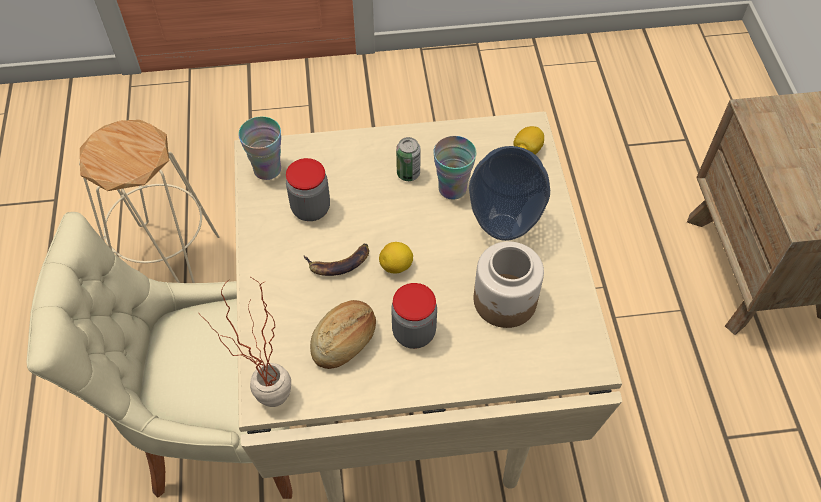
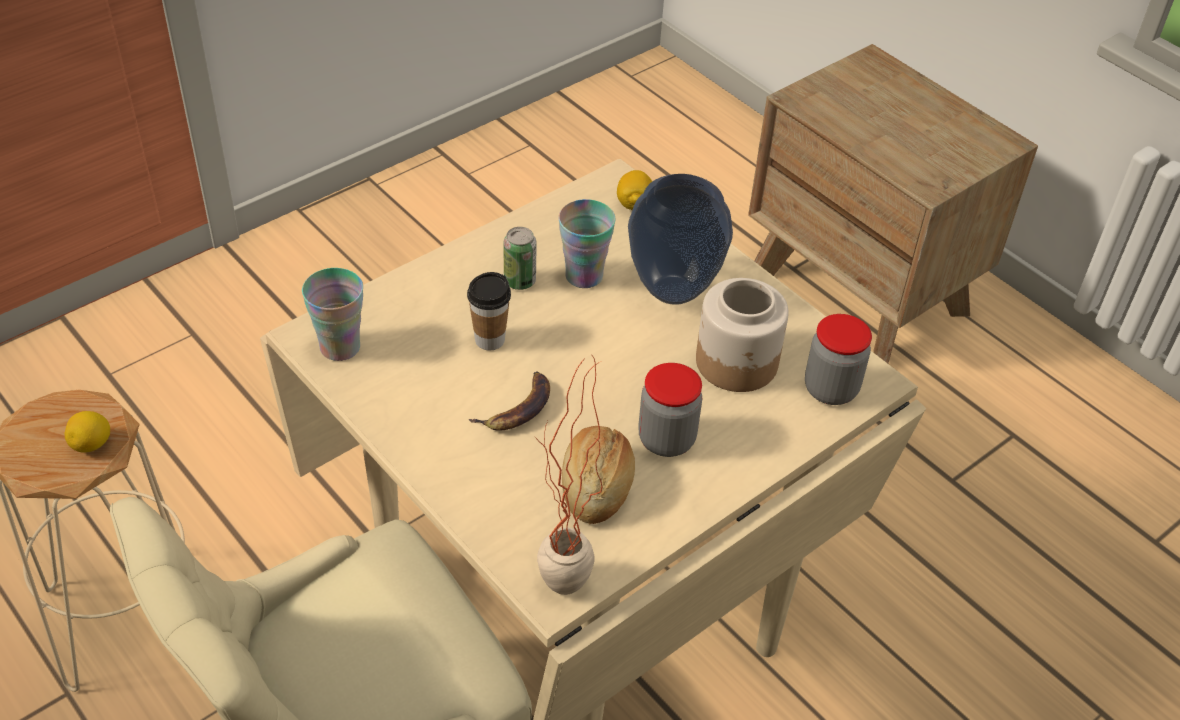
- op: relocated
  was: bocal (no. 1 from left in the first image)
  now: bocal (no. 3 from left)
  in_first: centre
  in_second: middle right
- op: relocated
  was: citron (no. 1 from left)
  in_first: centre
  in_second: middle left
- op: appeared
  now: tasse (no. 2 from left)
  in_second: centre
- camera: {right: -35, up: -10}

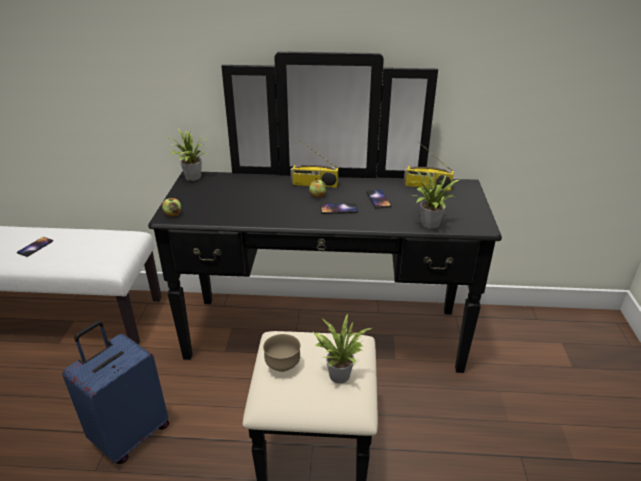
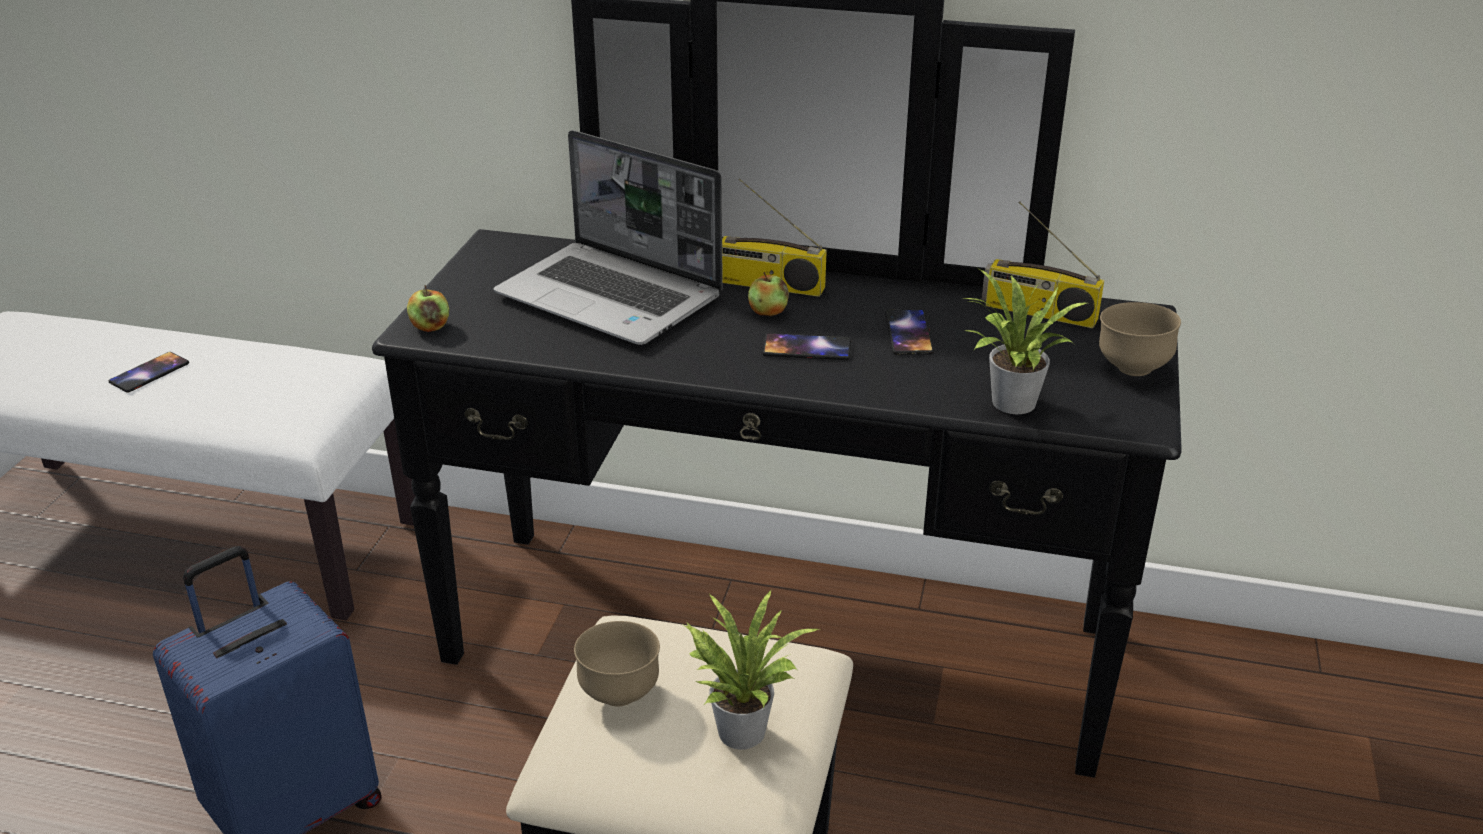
- op: missing
  was: plante en pot (no. 1 from left)
  in_first: top left
- op: appeared
  now: ordinateur portable
  in_second: top centre
- op: appeared
  now: bol [marron] (no. 2 from left)
  in_second: middle right
- camera: {right: 10, up: 0}

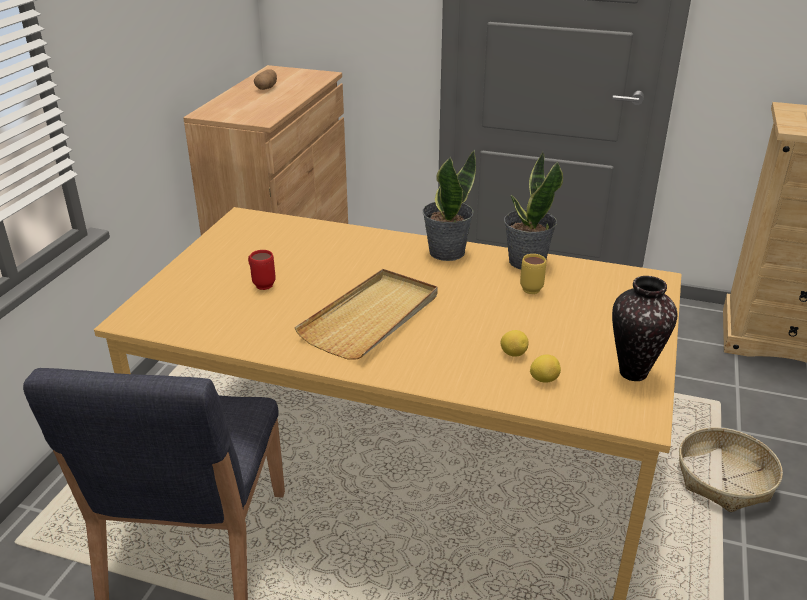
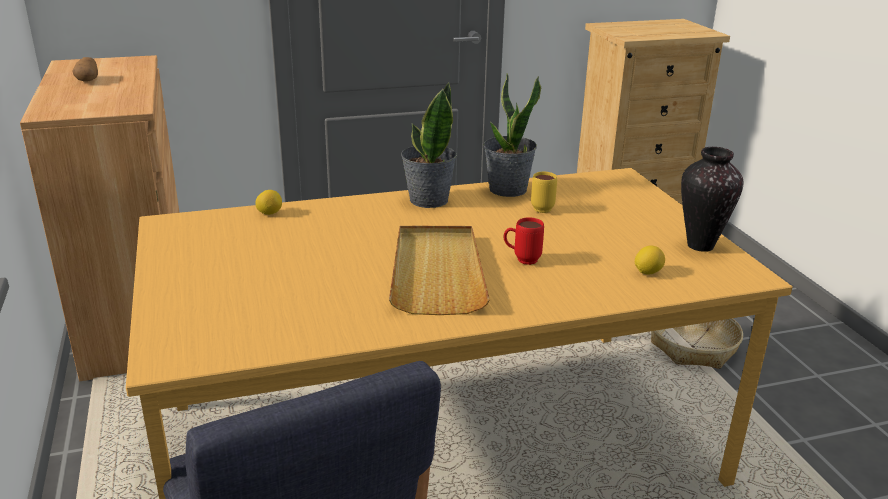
- op: relocated
  was: mug [rouge]
  in_first: middle left
  in_second: centre
- op: relocated
  was: citron (no. 1 from left)
  in_first: centre
  in_second: middle left
- camera: {right: -35, up: -5}

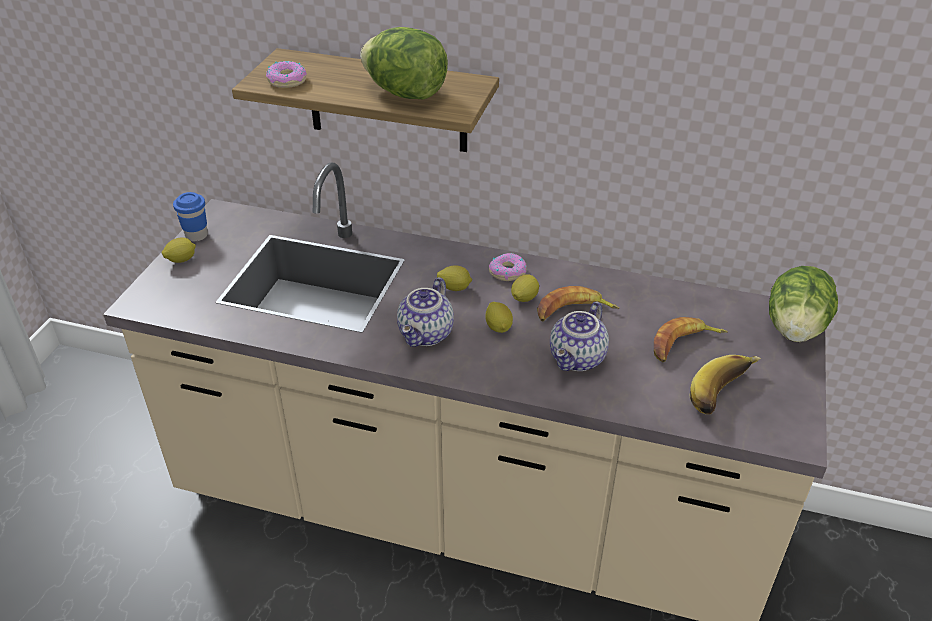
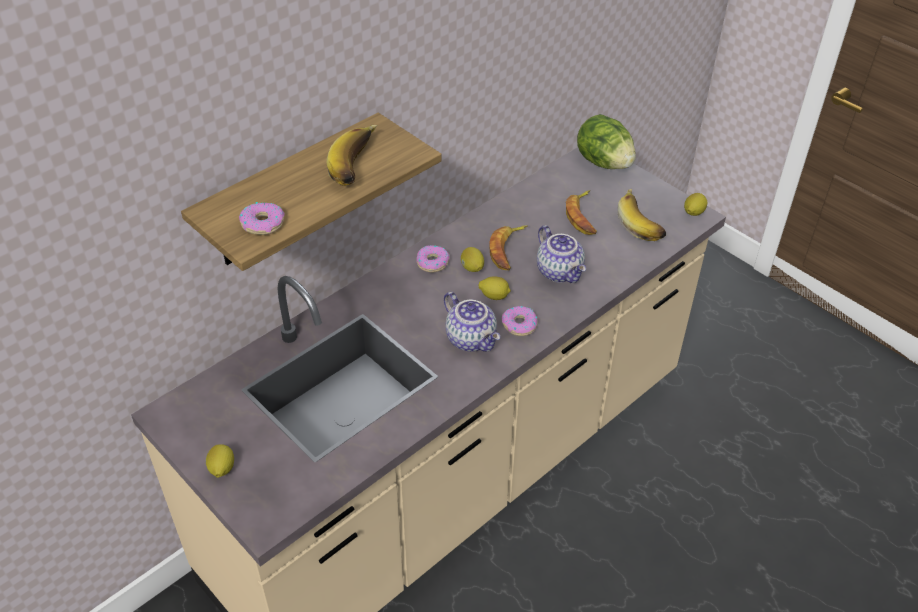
- op: missing
  was: tasse [bleu]
  in_first: middle left
- op: exchanged
  was: laitue (no. 1 from left)
  now: banane (no. 1 from left)
  in_first: top centre
  in_second: top centre
- op: relocated
  was: citron (no. 2 from left in the first image)
  now: citron (no. 4 from left)
  in_first: centre
  in_second: middle right
- op: appeared
  now: beignet (no. 3 from left)
  in_second: centre
- camera: {right: -60, up: 5}

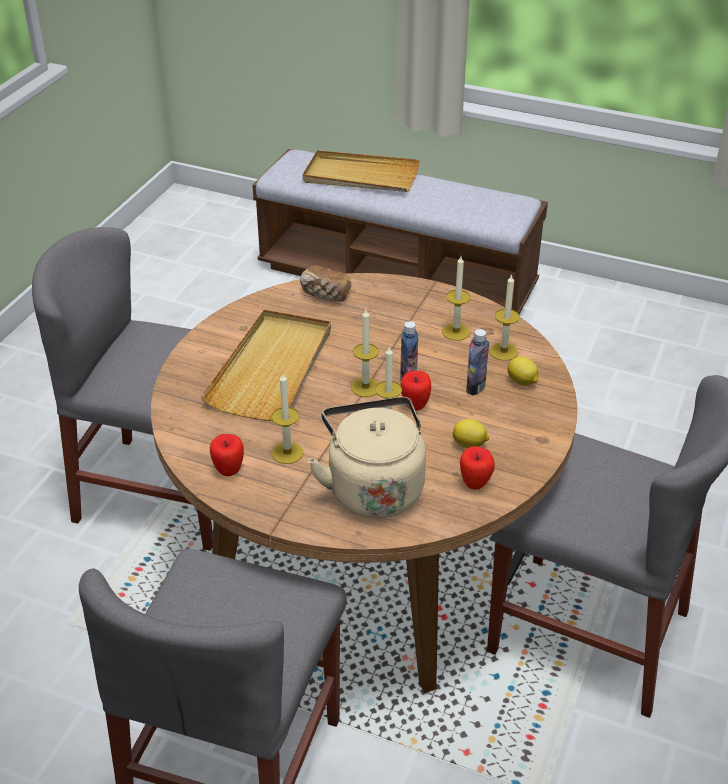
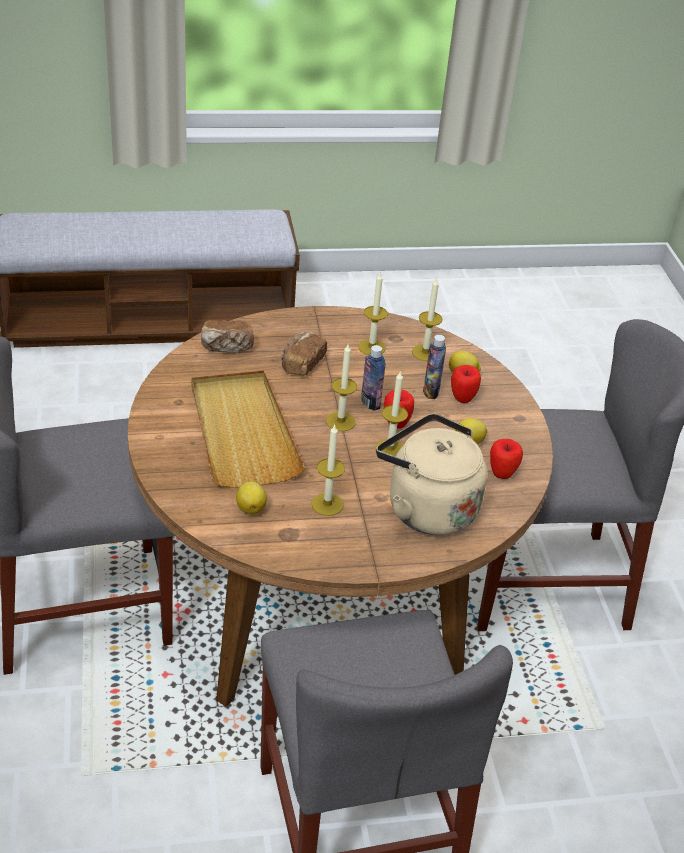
- op: relocated
  was: pomme (no. 1 from left in the first image)
  now: pomme (no. 2 from left)
  in_first: middle left
  in_second: middle right
- op: missing
  was: plateau [beige] (no. 2 from left)
  in_first: top centre
- op: appeared
  now: citron (no. 1 from left)
  in_second: centre
- op: appeared
  now: pain (no. 2 from left)
  in_second: centre
- camera: {right: -35, up: 0}

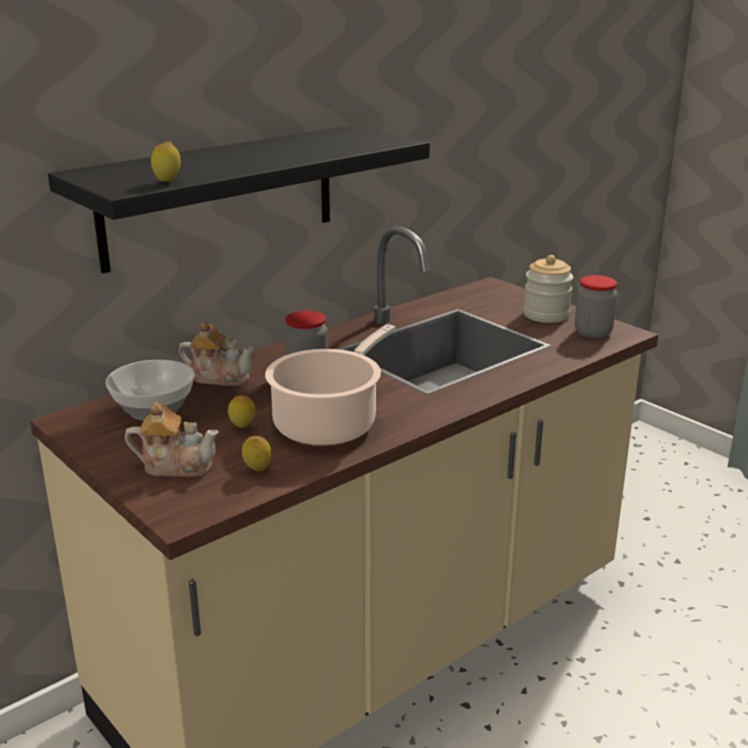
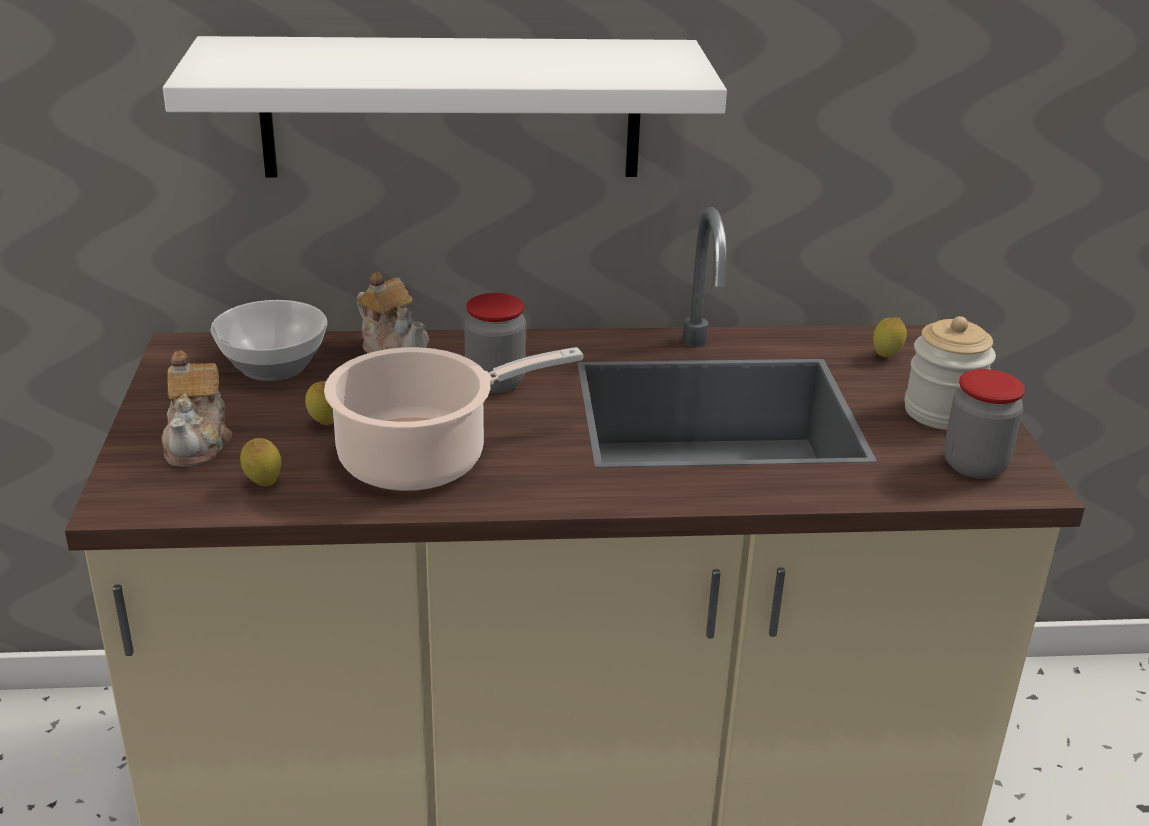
- op: colour
  was: étagère [noir]
  now: étagère [blanc]
  in_first: top left
  in_second: top centre
- op: spun
  was: théière (no. 1 from left)
  in_first: middle left
  in_second: middle left
  clockwise: 45
- op: relocated
  was: citron (no. 1 from left in the first image)
  now: citron (no. 3 from left)
  in_first: top left
  in_second: middle right
- camera: {right: 35, up: 5}

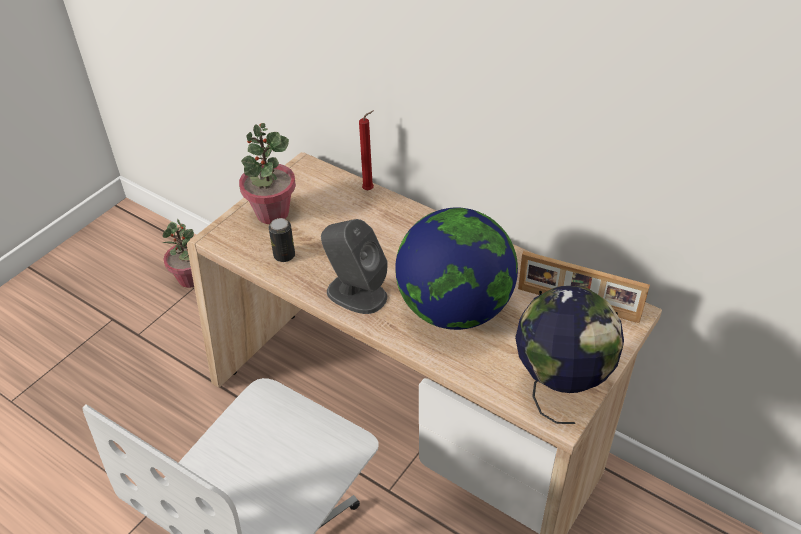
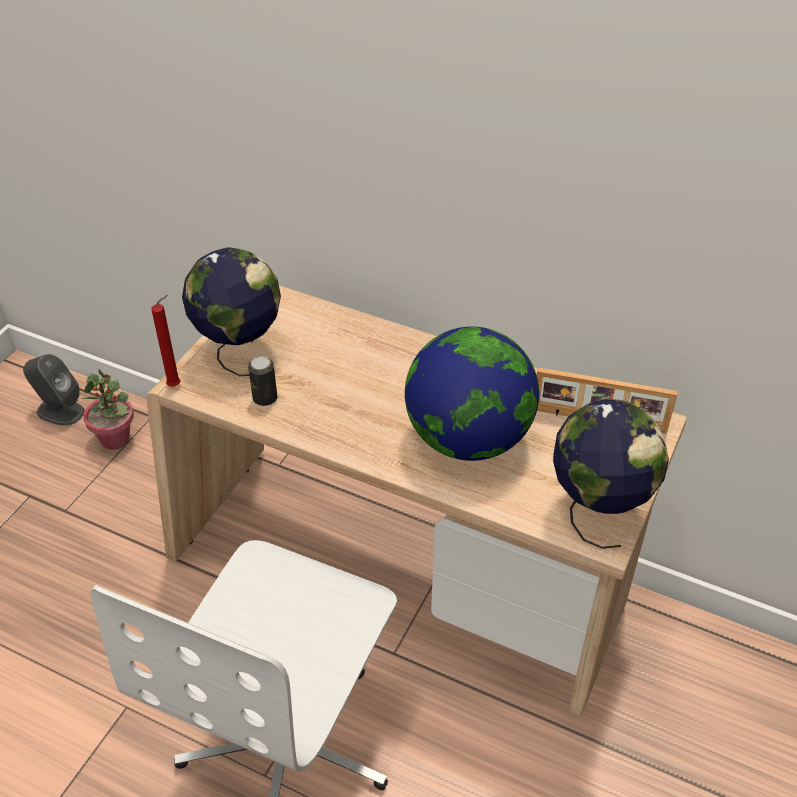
- op: exchanged
  was: plante en pot (no. 2 from left)
  now: globe (no. 1 from left)
  in_first: top centre
  in_second: middle left
- op: relocated
  was: enceinte [gris]
  in_first: centre
  in_second: middle left
- op: relocated
  was: bougie [rouge]
  in_first: top centre
  in_second: middle left
- camera: {right: -10, up: 0}

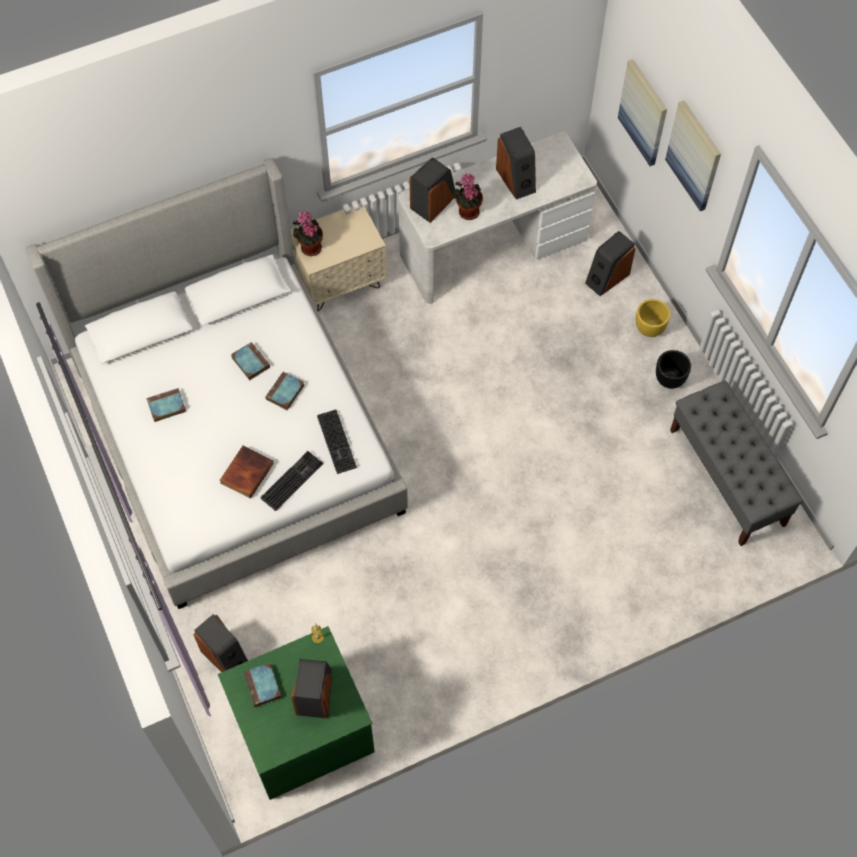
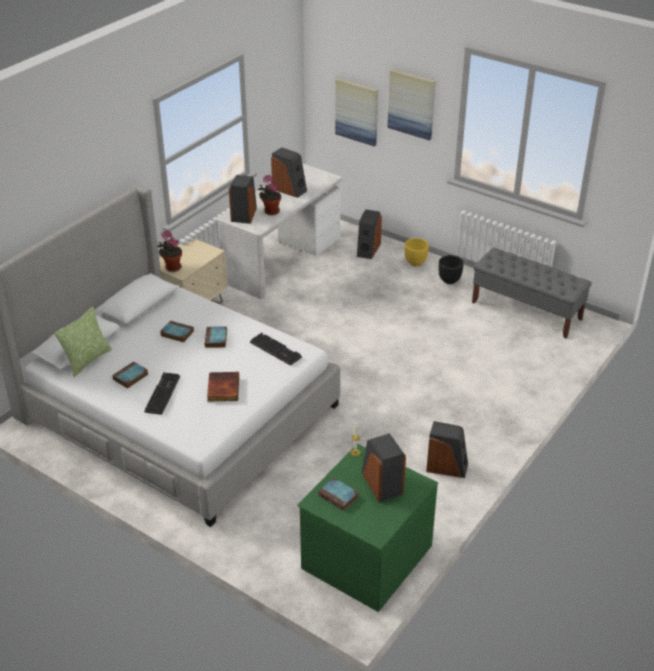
- op: relocated
  was: enceinte (no. 1 from left in the first image)
  now: enceinte (no. 5 from left)
  in_first: bottom left
  in_second: bottom right
- op: relocated
  was: clavier (no. 1 from left)
  in_first: centre
  in_second: middle left
- op: appeared
  now: coussin
  in_second: middle left
- camera: {right: -30, up: -25}

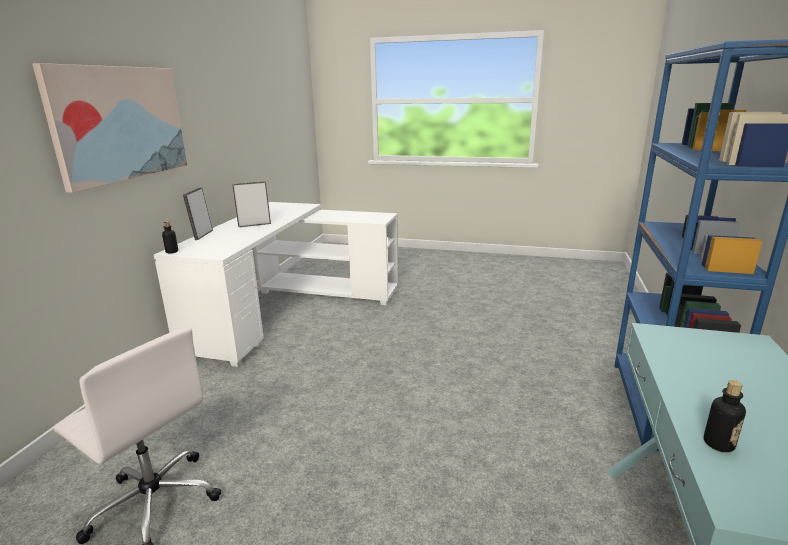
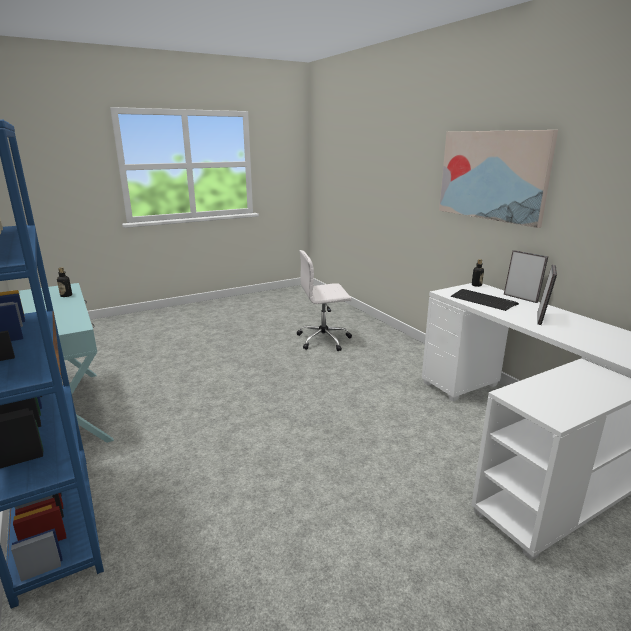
- op: appeared
  now: clavier
  in_second: middle right
- camera: {right: 135, up: 0}

